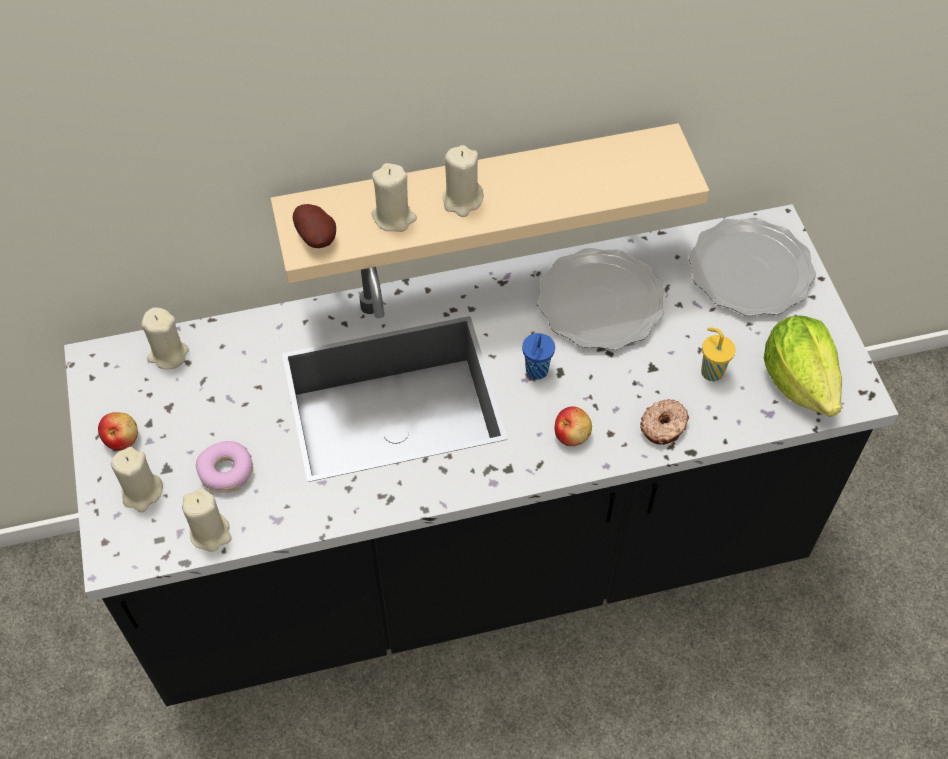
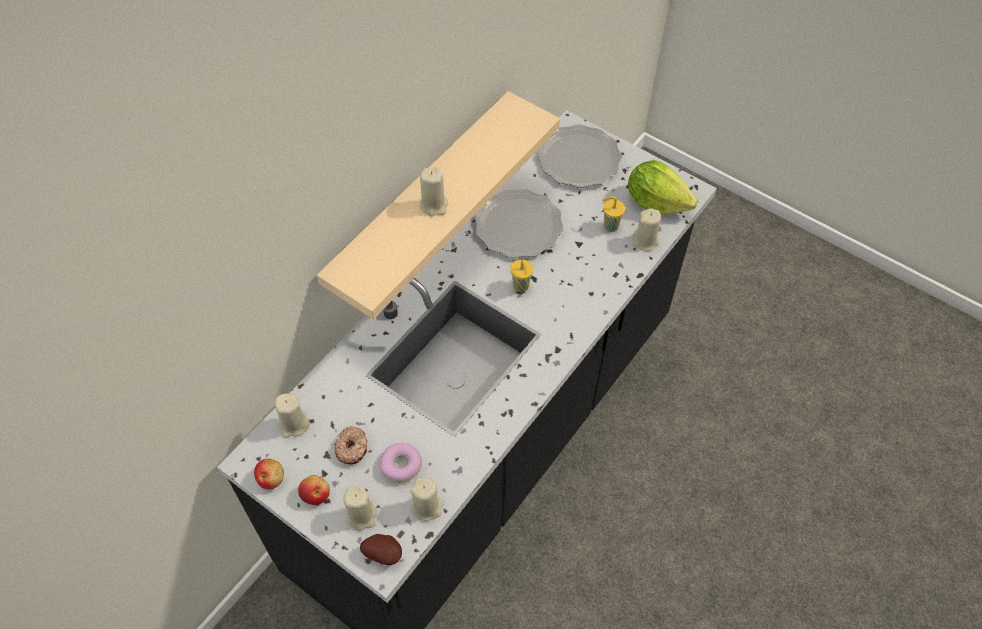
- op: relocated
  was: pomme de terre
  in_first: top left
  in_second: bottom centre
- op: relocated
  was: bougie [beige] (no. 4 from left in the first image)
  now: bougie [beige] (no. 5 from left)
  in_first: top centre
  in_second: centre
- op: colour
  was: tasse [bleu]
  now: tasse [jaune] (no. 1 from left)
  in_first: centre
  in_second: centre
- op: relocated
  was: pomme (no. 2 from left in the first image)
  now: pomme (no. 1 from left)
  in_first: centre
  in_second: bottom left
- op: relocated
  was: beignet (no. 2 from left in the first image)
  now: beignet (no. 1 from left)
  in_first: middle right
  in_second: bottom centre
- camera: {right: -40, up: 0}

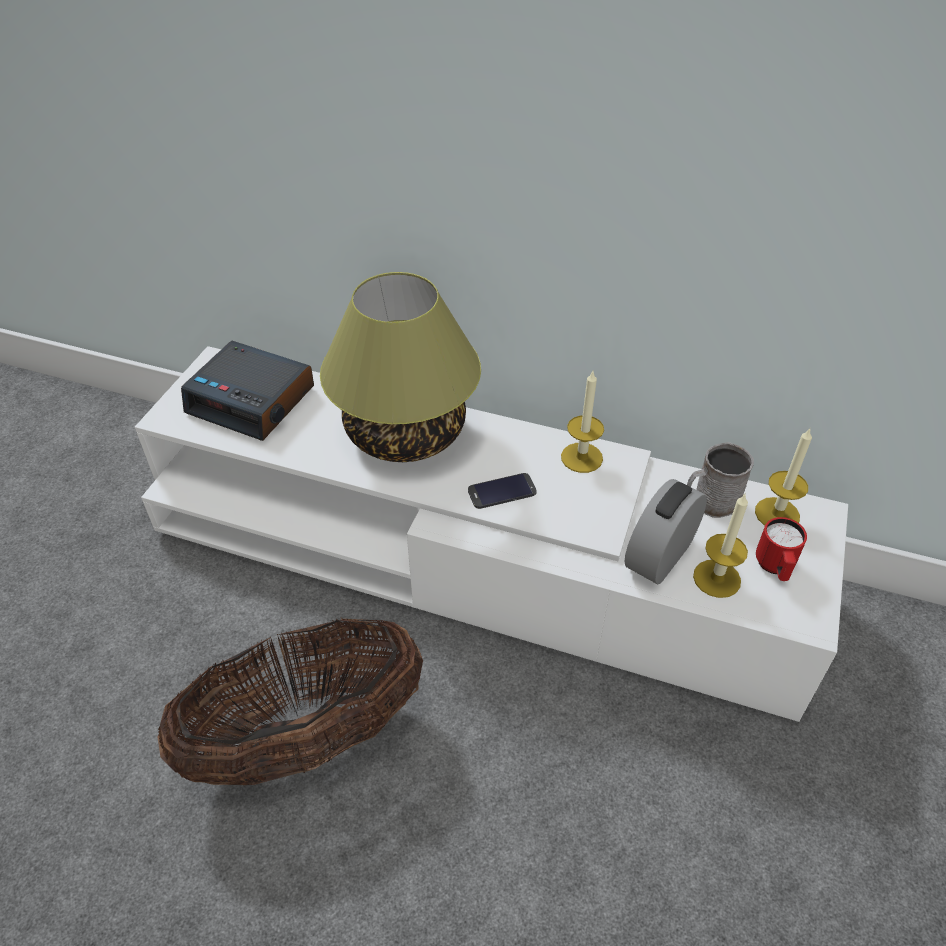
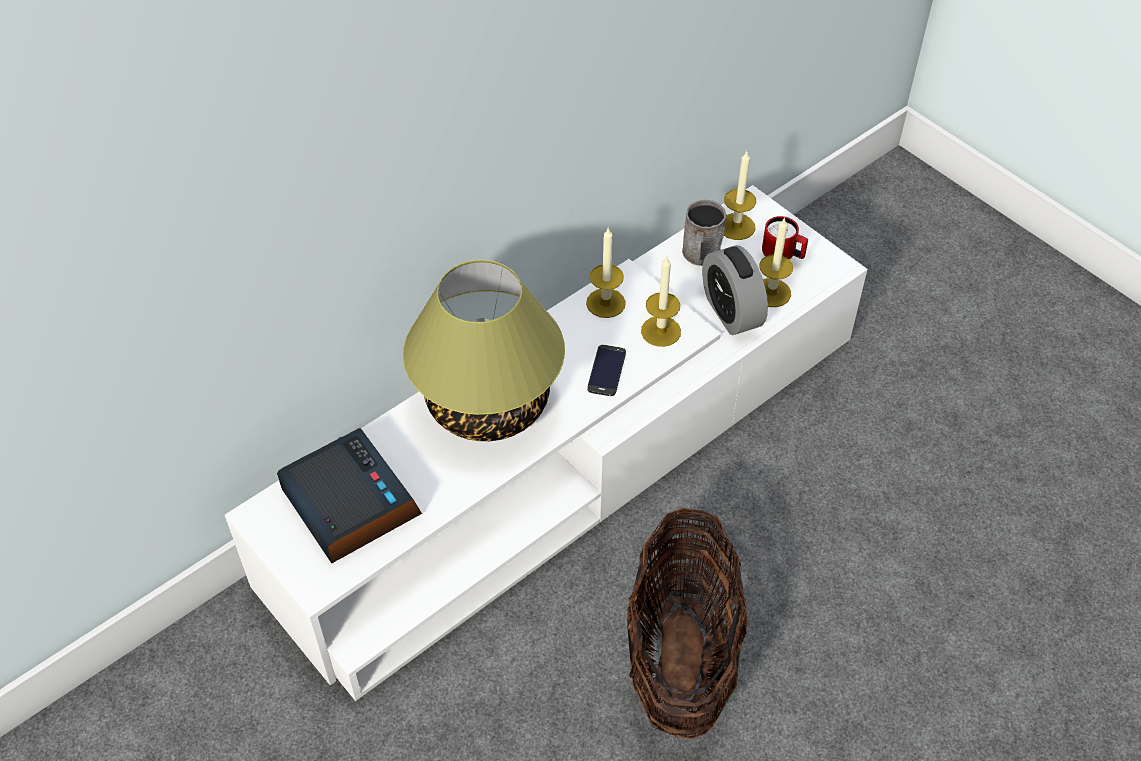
- op: spun
  was: réveil (no. 1 from left)
  in_first: middle left
  in_second: middle left
  clockwise: -90
- op: appeared
  now: bougie (no. 2 from left)
  in_second: centre
- camera: {right: -60, up: 5}

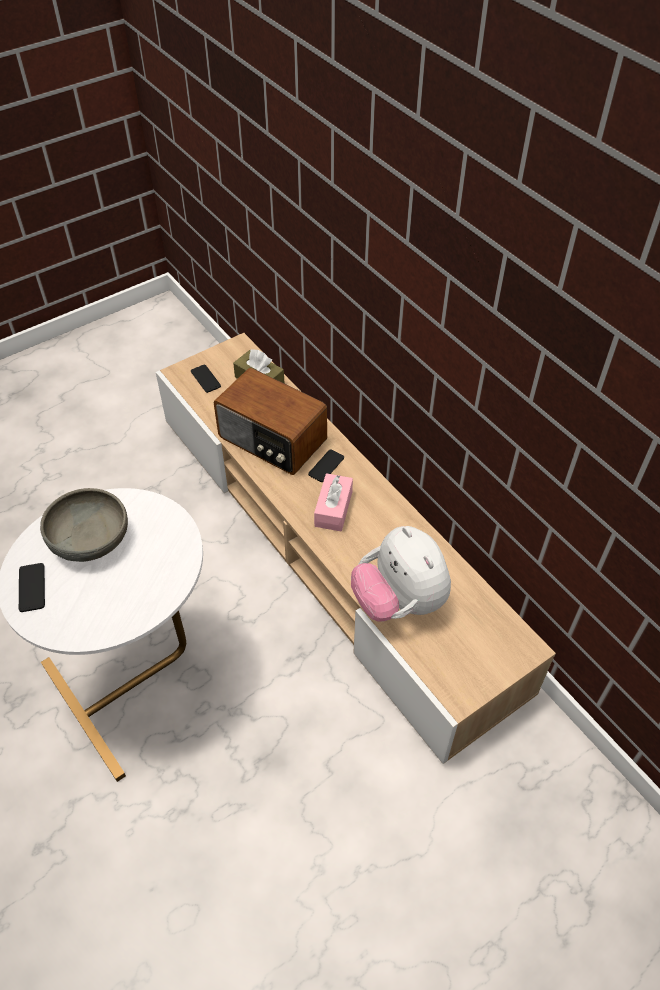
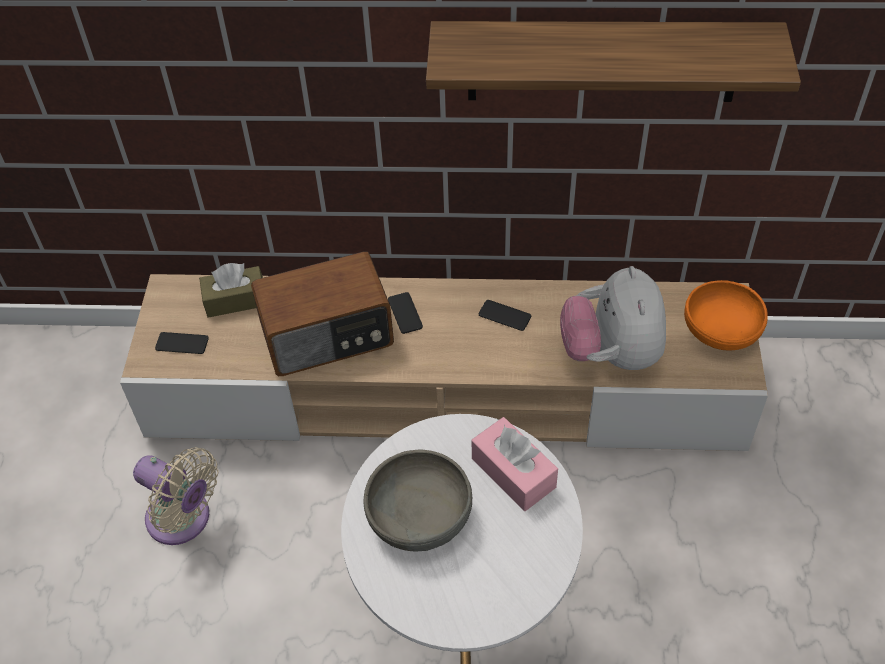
- op: relocated
  was: téléphone (no. 1 from left in the first image)
  now: téléphone (no. 3 from left)
  in_first: middle left
  in_second: centre
- op: relocated
  was: boîte à mouchoirs [rose]
  in_first: centre
  in_second: bottom centre
- op: spun
  was: peluche
  in_first: centre
  in_second: middle right
  clockwise: 75
- op: appeared
  now: ventilateur [beige]
  in_second: bottom left
- op: appeared
  now: étagère
  in_second: top right
- op: appeared
  now: bol [orange]
  in_second: middle right
- camera: {right: -50, up: 0}

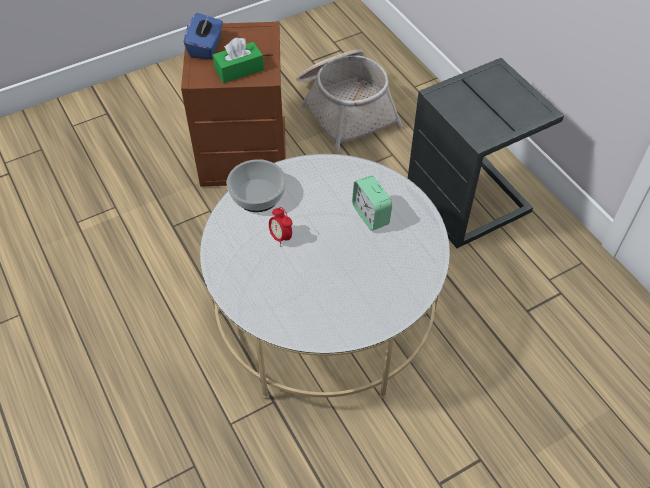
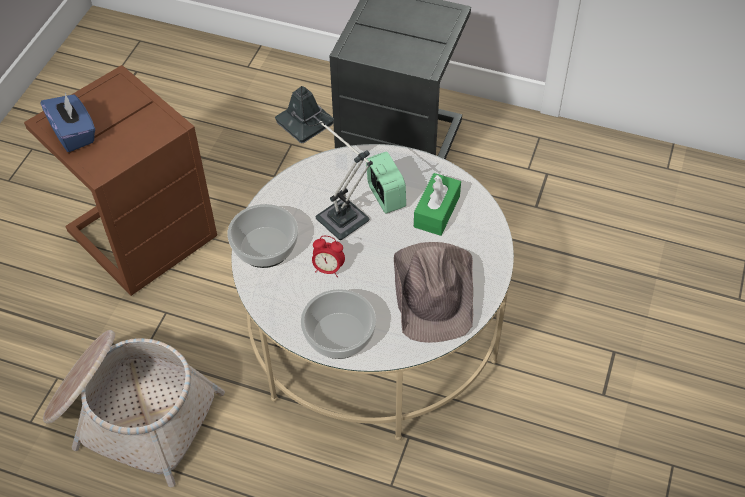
- op: relocated
  was: boîte à mouchoirs [vert]
  in_first: top centre
  in_second: centre
- op: relocated
  was: panier
  in_first: top centre
  in_second: bottom left
- op: spun
  was: réveil (no. 2 from left)
  in_first: centre
  in_second: centre
  clockwise: -135
- op: appeared
  now: lampe de table
  in_second: top centre
- op: appeared
  now: bol (no. 2 from left)
  in_second: centre
- op: appeared
  now: chapeau [marron]
  in_second: centre
- camera: {right: -40, up: 0}

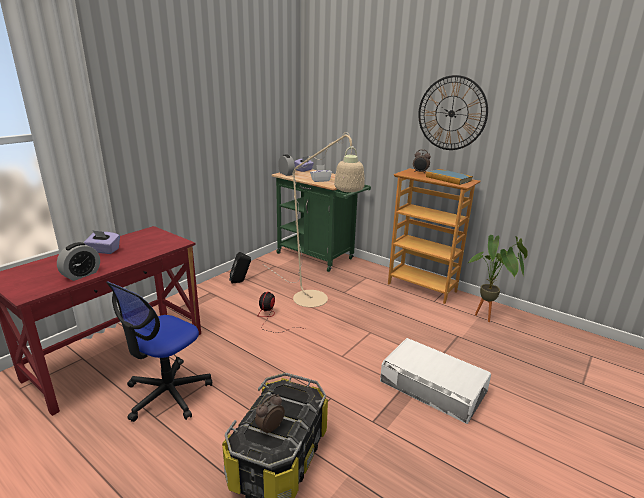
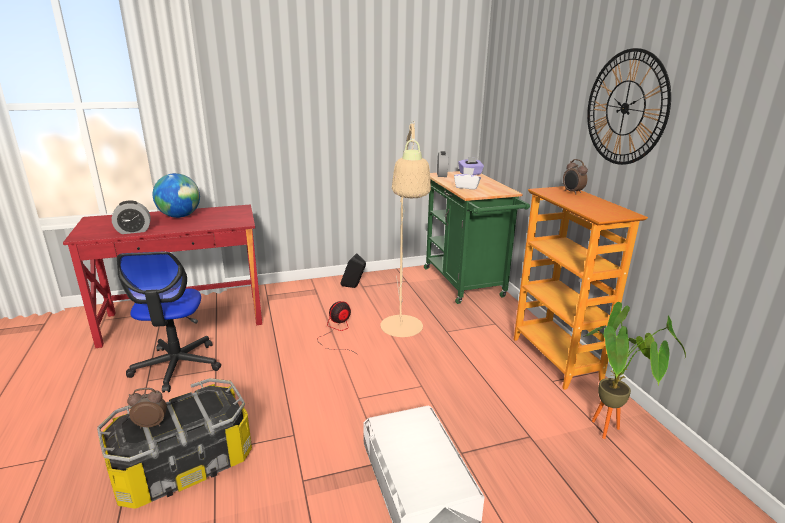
- op: exchanged
  was: boîte à mouchoirs [violet] (no. 1 from left)
  now: globe
  in_first: middle left
  in_second: middle left
- op: spun
  was: chaise de bureau
  in_first: bottom left
  in_second: middle left
  clockwise: -75
- op: missing
  was: livre
  in_first: middle right
- camera: {right: 35, up: 0}

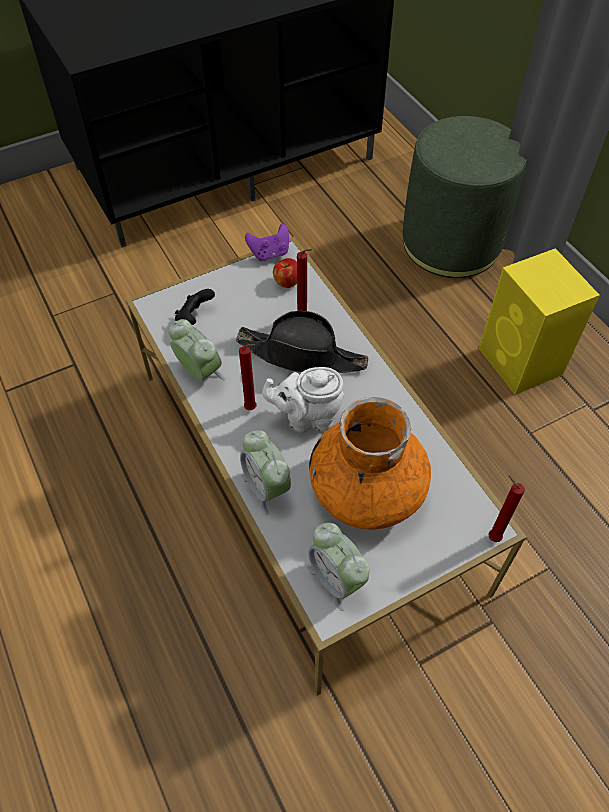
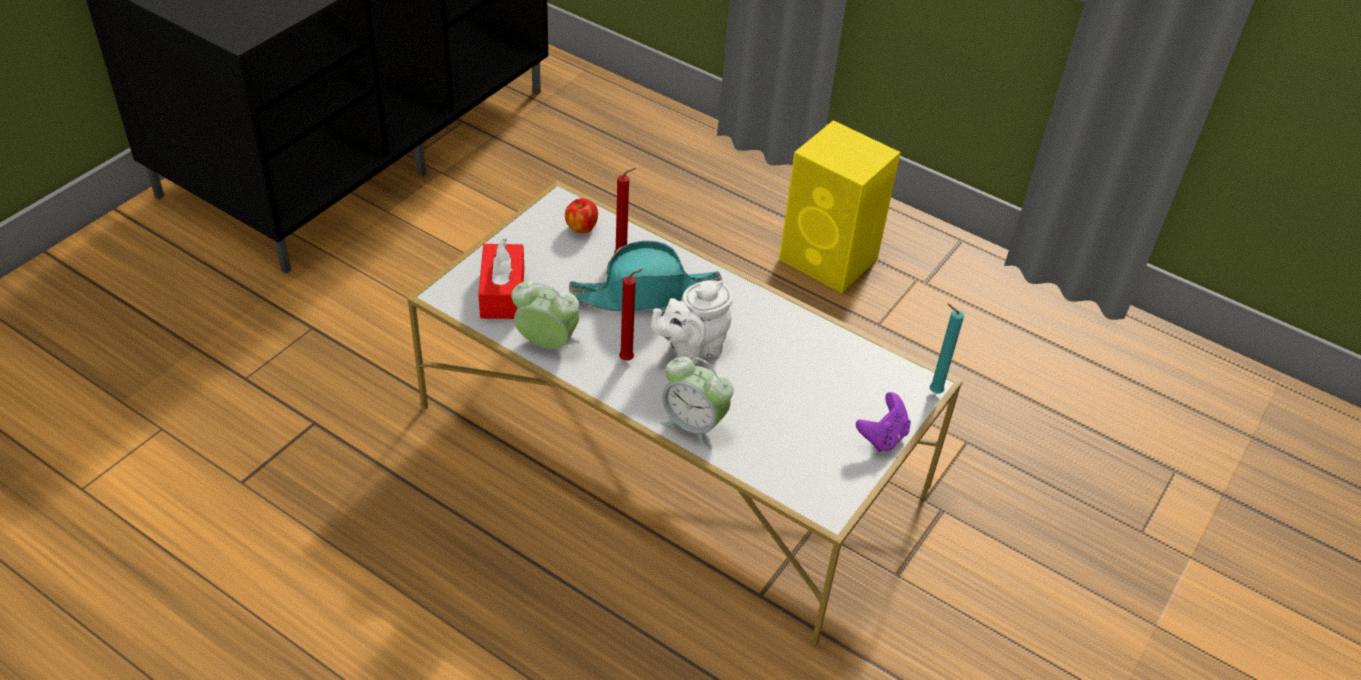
- op: exchanged
  was: manette [noir]
  now: boîte à mouchoirs [rouge]
  in_first: middle left
  in_second: centre
- op: colour
  was: chapeau [noir]
  now: chapeau [turquoise]
  in_first: centre
  in_second: centre
- op: relocated
  was: manette [violet]
  in_first: top centre
  in_second: centre
- op: missing
  was: réveil (no. 3 from left)
  in_first: bottom centre
- op: missing
  was: vase [orange]
  in_first: centre
- op: missing
  was: pouf [vert]
  in_first: top right
- op: colour
  was: bougie [rouge] (no. 3 from left)
  now: bougie [turquoise]
  in_first: middle right
  in_second: middle right
- camera: {right: -30, up: -10}

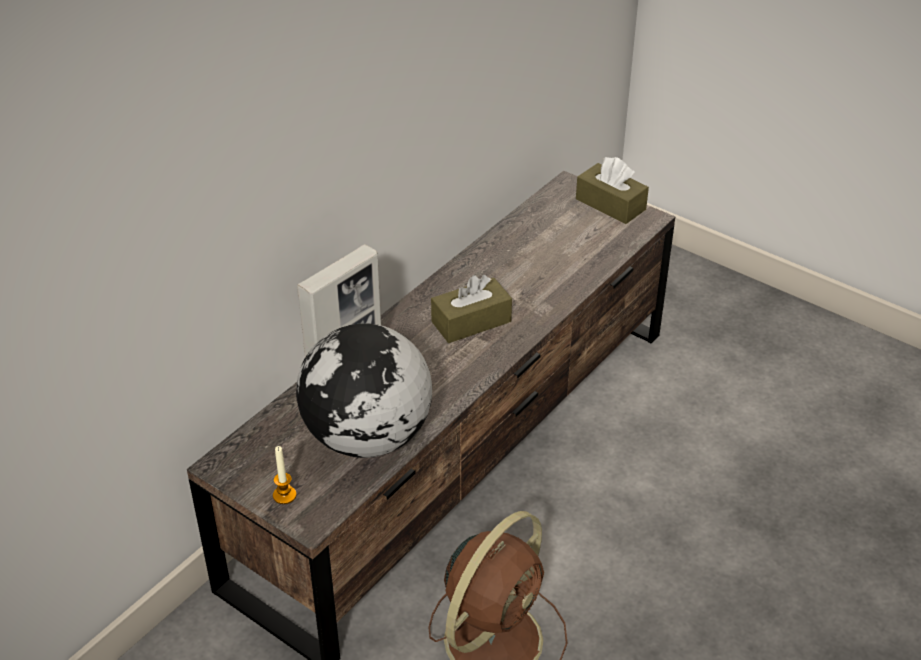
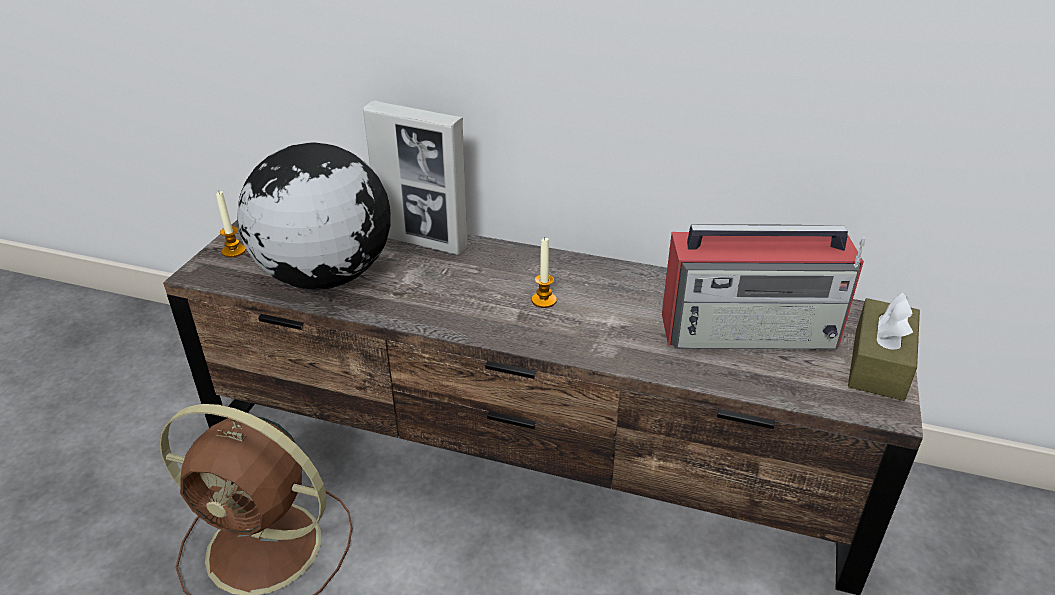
- op: exchanged
  was: boîte à mouchoirs [marron] (no. 1 from left)
  now: bougie (no. 2 from left)
  in_first: centre
  in_second: centre
- op: appeared
  now: radio
  in_second: middle right
- camera: {right: 70, up: -5}

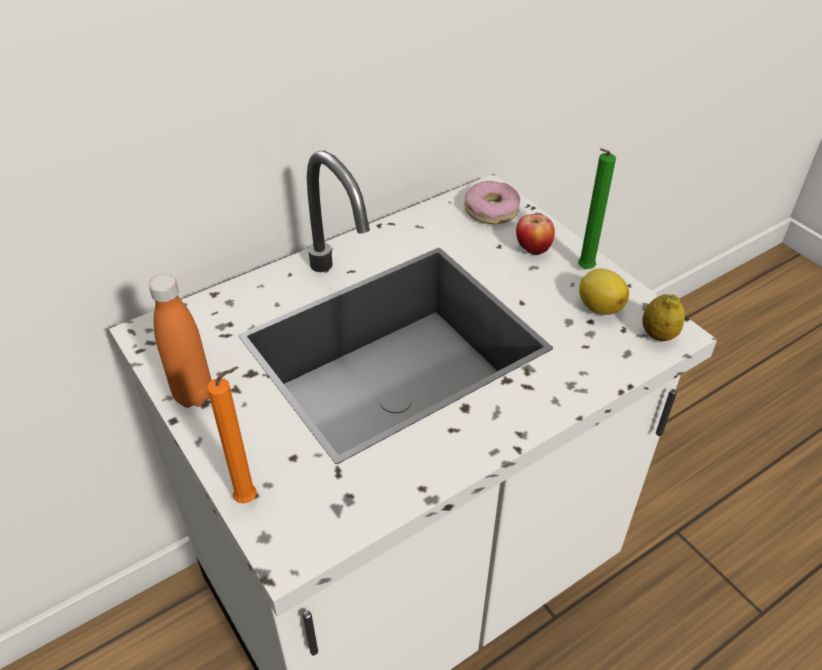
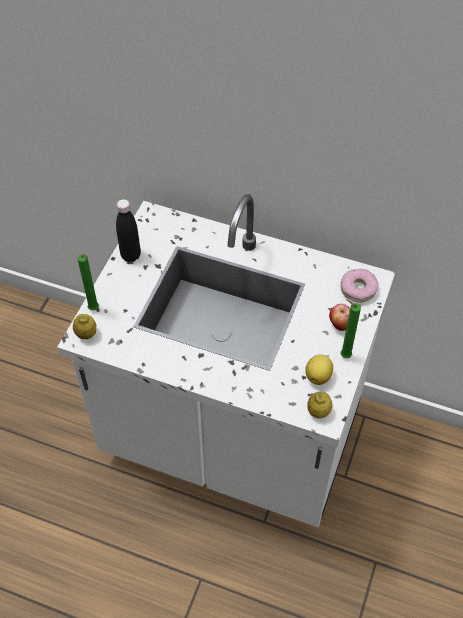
- op: colour
  was: bouteille [orange]
  now: bouteille [noir]
  in_first: middle left
  in_second: middle left
- op: colour
  was: bougie [orange]
  now: bougie [vert] (no. 1 from left)
  in_first: middle left
  in_second: middle left
- op: appeared
  now: citron (no. 1 from left)
  in_second: middle left
- camera: {right: 55, up: 10}

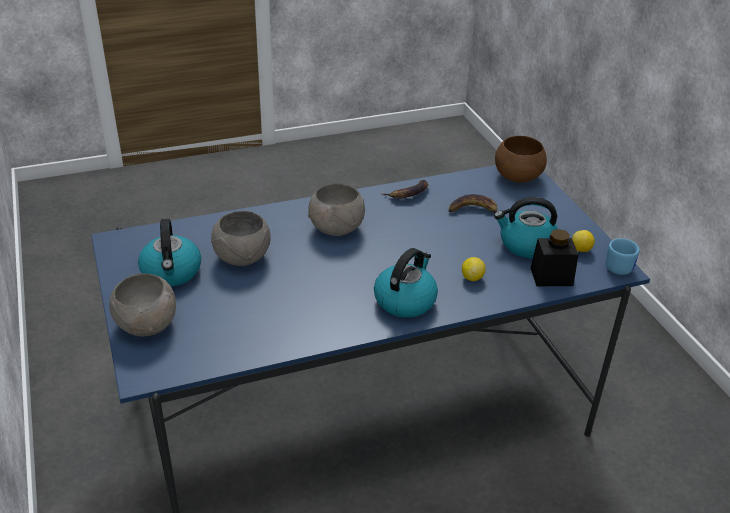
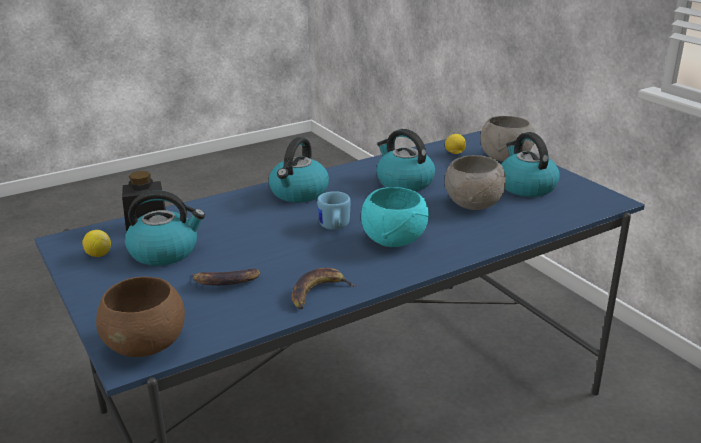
- op: colour
  was: bol [gris] (no. 3 from left)
  now: bol [turquoise]
  in_first: centre
  in_second: centre
- op: relocated
  was: citron (no. 1 from left in the first image)
  now: citron (no. 2 from left)
  in_first: centre
  in_second: top centre
- op: relocated
  was: mug [bleu]
  in_first: middle right
  in_second: centre
- op: appeared
  now: bouilloire (no. 3 from left)
  in_second: centre
- camera: {right: 170, up: -10}

